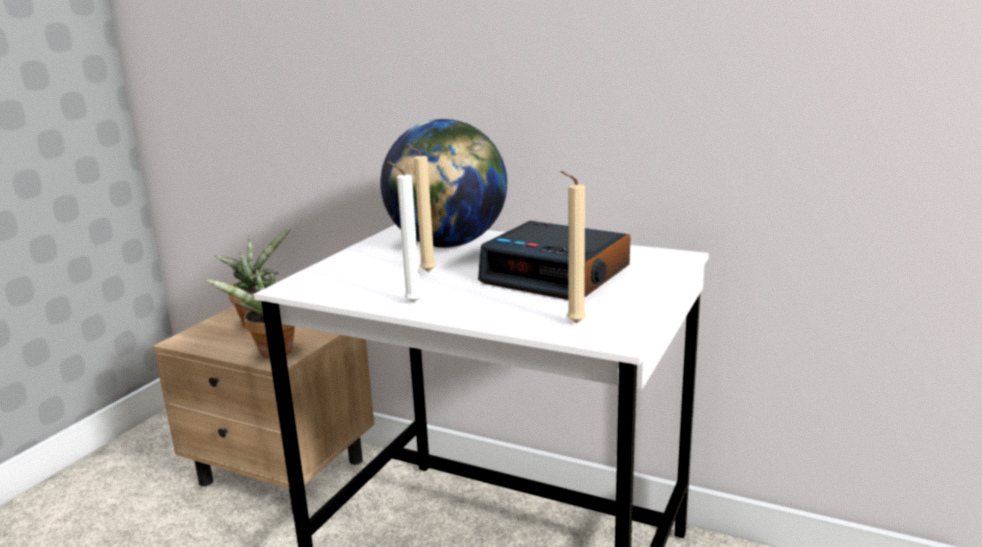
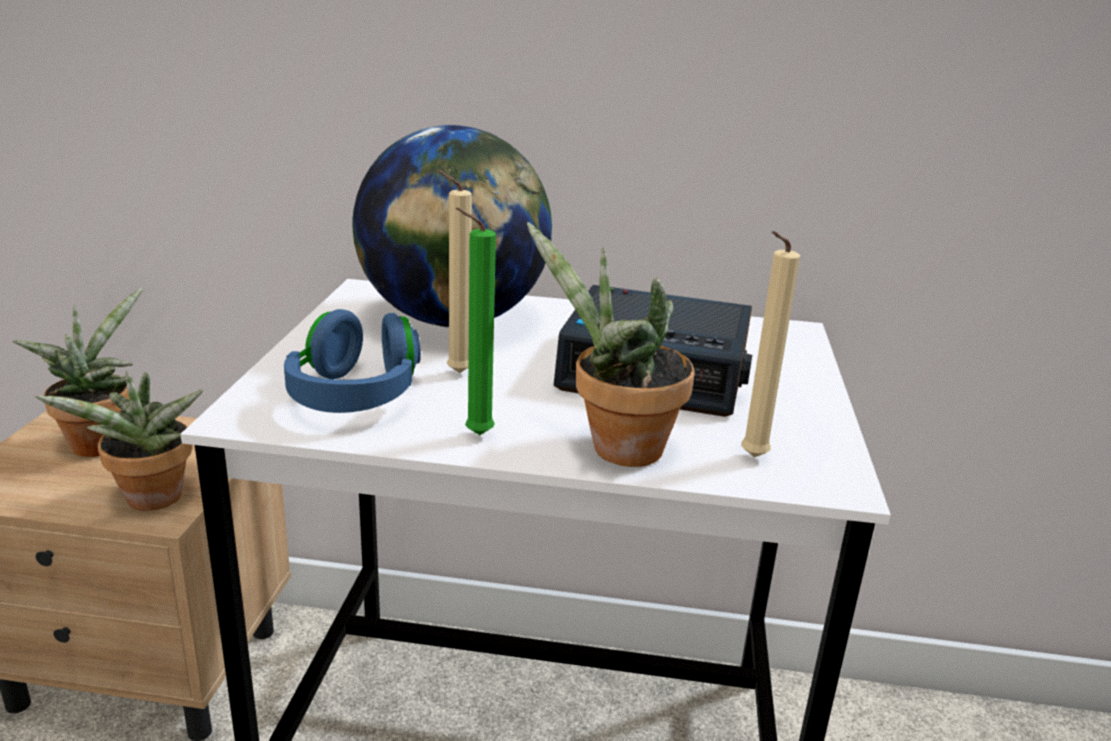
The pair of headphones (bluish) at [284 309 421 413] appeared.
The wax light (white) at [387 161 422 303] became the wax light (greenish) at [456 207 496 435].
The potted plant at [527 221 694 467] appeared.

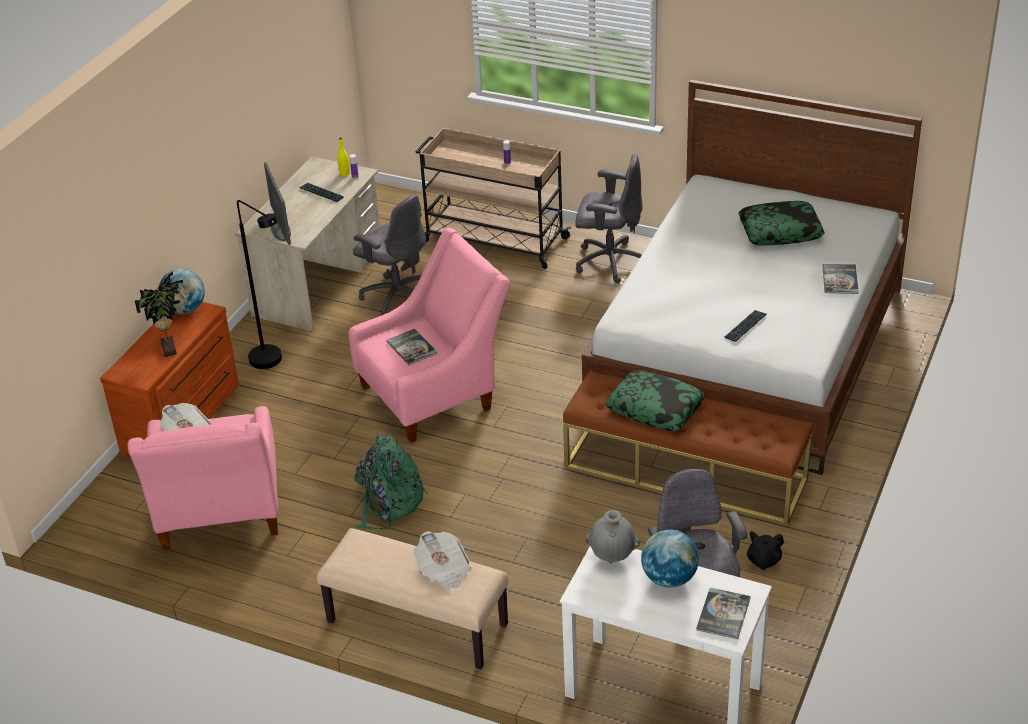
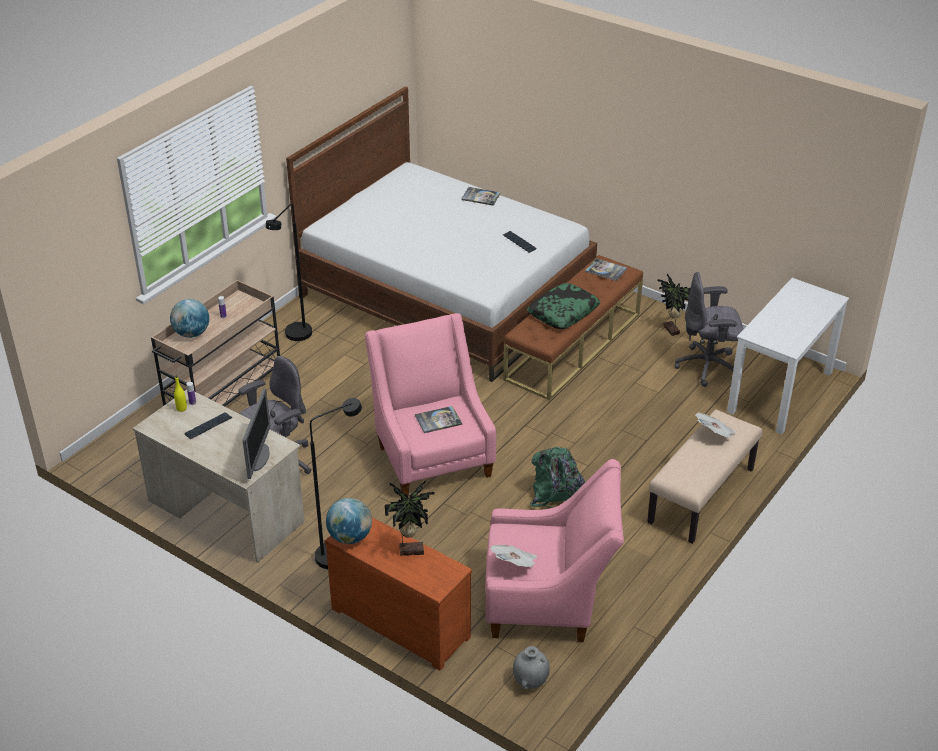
The world globe moved from [641 530 699 587] to [170 299 209 338].
The monitor at [264 162 291 245] turned 105 degrees clockwise.
The desk chair (grey) at [575 154 643 283] was replaced by the standing lamp (black) at [266 204 312 341].
The flower vase (grey) moved from [585 510 640 564] to [513 646 550 689].
The volume moved from [696 588 751 639] to [585 258 627 281].
The pot for tea (black) at [746 531 784 570] was replaced by the potted plant at [658 274 690 336].
The cushion at [739 201 824 246] disappeared.

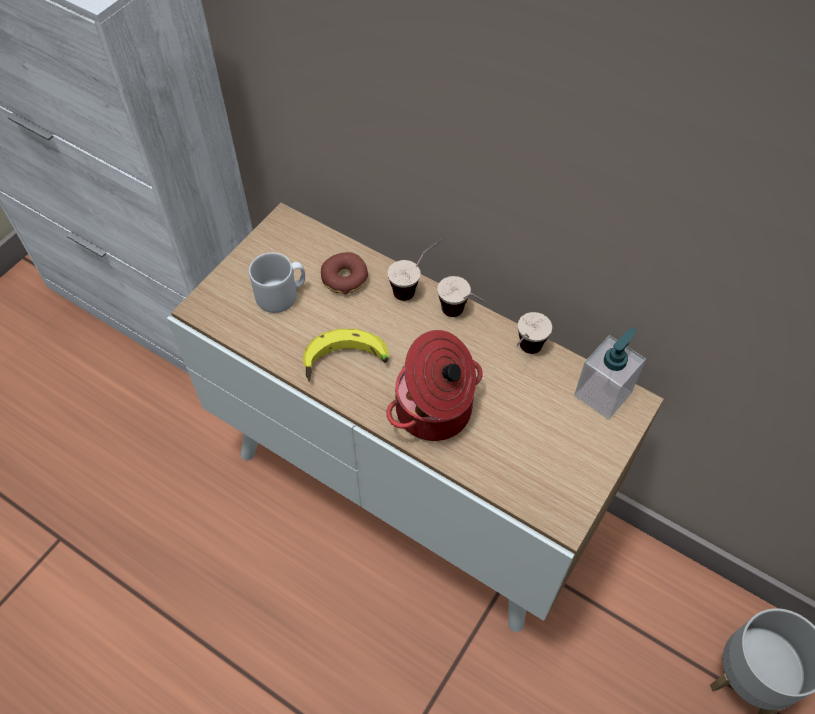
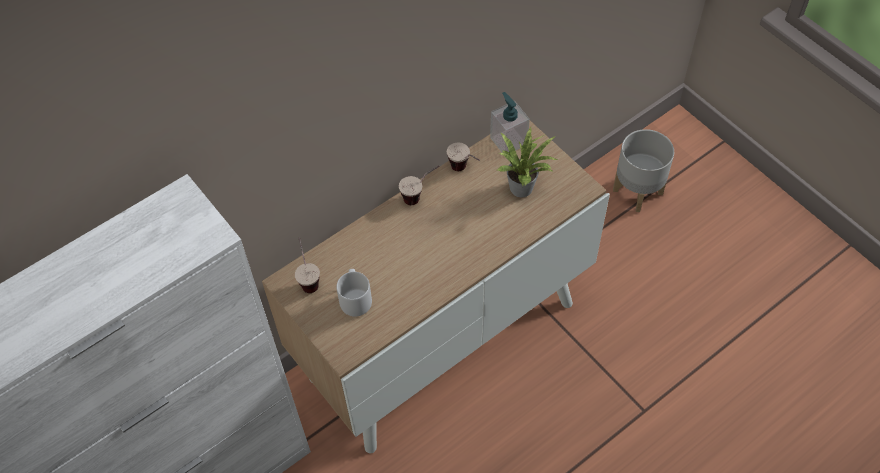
The cup moved from [388 239 441 301] to [295 237 320 293].
The potted plant at [497 127 557 197] appeared.
The banana fruit at [303 329 389 382] disappeared.
The donut at [321 252 368 294] disappeared.
The stockpot at [386 330 483 441] disappeared.

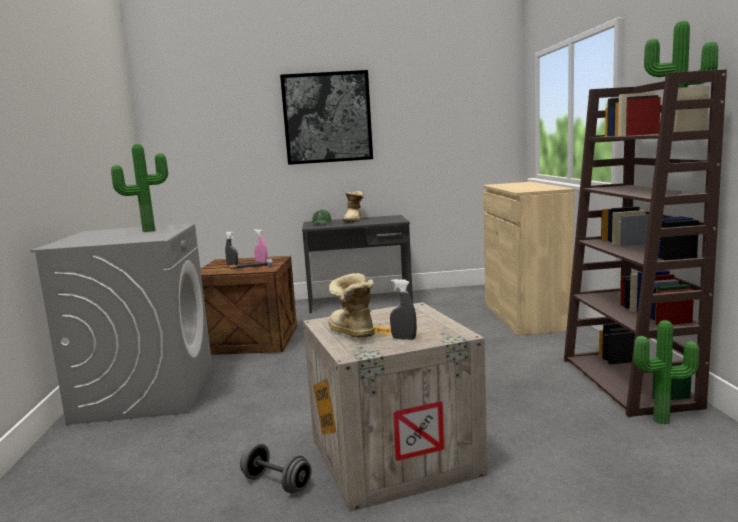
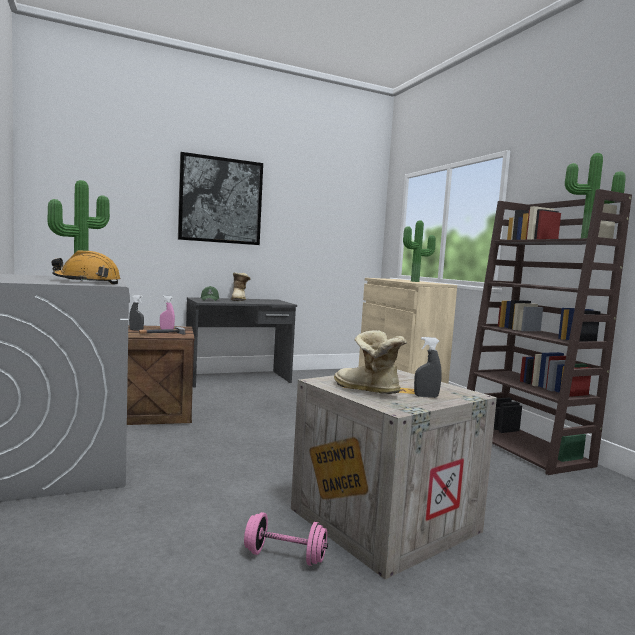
The hard hat (orange) at [51 251 121 284] appeared.
The free weight (grey) at [240 443 311 493] became the free weight (pink) at [244 512 328 566].
The potted plant moved from [633 320 699 424] to [403 220 436 282].

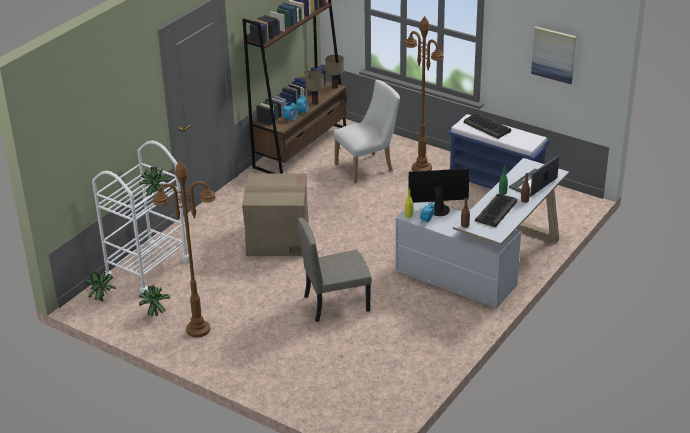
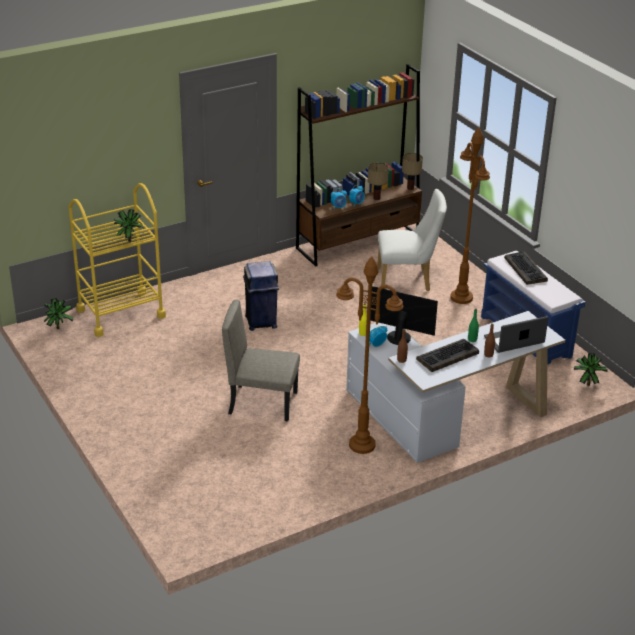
The wheeled cart (white) at [92 141 189 294] became the wheeled cart (yellow) at [68 183 166 337].
The carton at [242 173 309 256] was replaced by the waste bin (bluish) at [243 261 279 331].
The standing lamp (brown) moved from [153 160 216 338] to [336 257 403 454].
The potted plant moved from [139 285 170 316] to [574 353 608 386].
The wall picture at [531 26 576 84] disappeared.

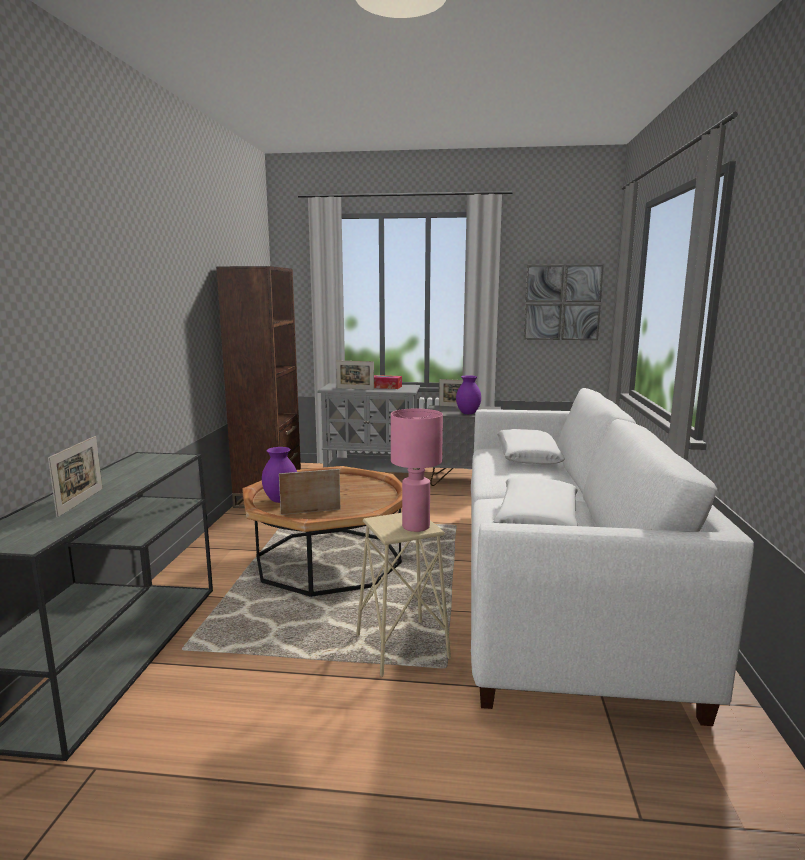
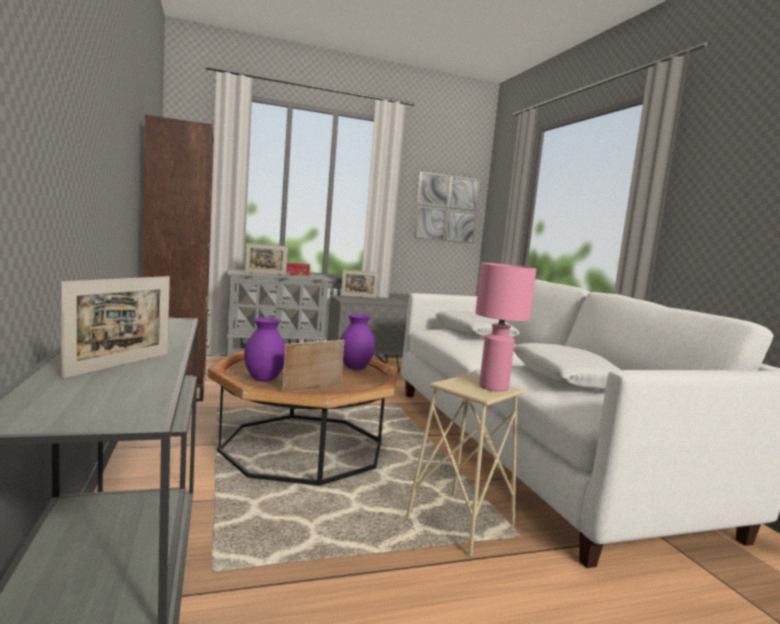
The picture frame at [48 436 102 517] turned 45 degrees clockwise.
The flower vase (purple-coloured) moved from [456 375 481 414] to [340 314 375 370].

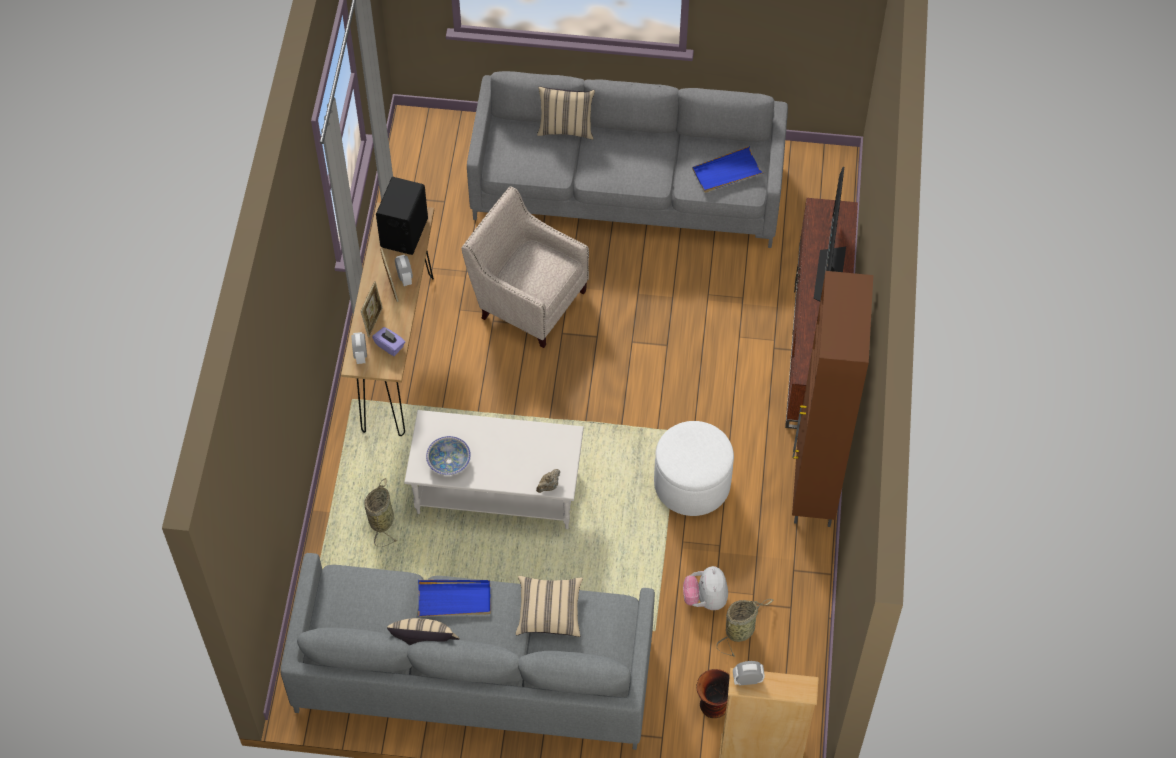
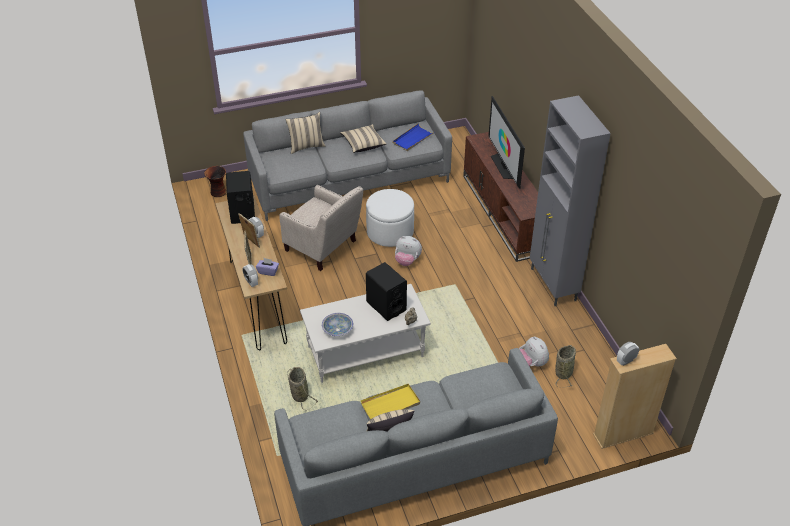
The flower vase moved from [697 669 730 718] to [204 166 227 197].
The easy chair (sand-coloured) at [462 186 589 348] turned 150 degrees counterclockwise.
The cushion (sand-coloured) moved from [516 576 583 637] to [340 124 387 153].
The carrying tray (bluish) at [418 580 491 617] became the carrying tray (yellow) at [361 384 420 419].
The ottoman (white) moved from [654 421 734 516] to [366 189 414 247].
The speaker (black) at [366 262 407 321] appeared.
The soft toy at [395 236 422 266] appeared.
The cabinet (brown) at [792 271 873 527] became the cabinet (grey) at [530 95 611 306].

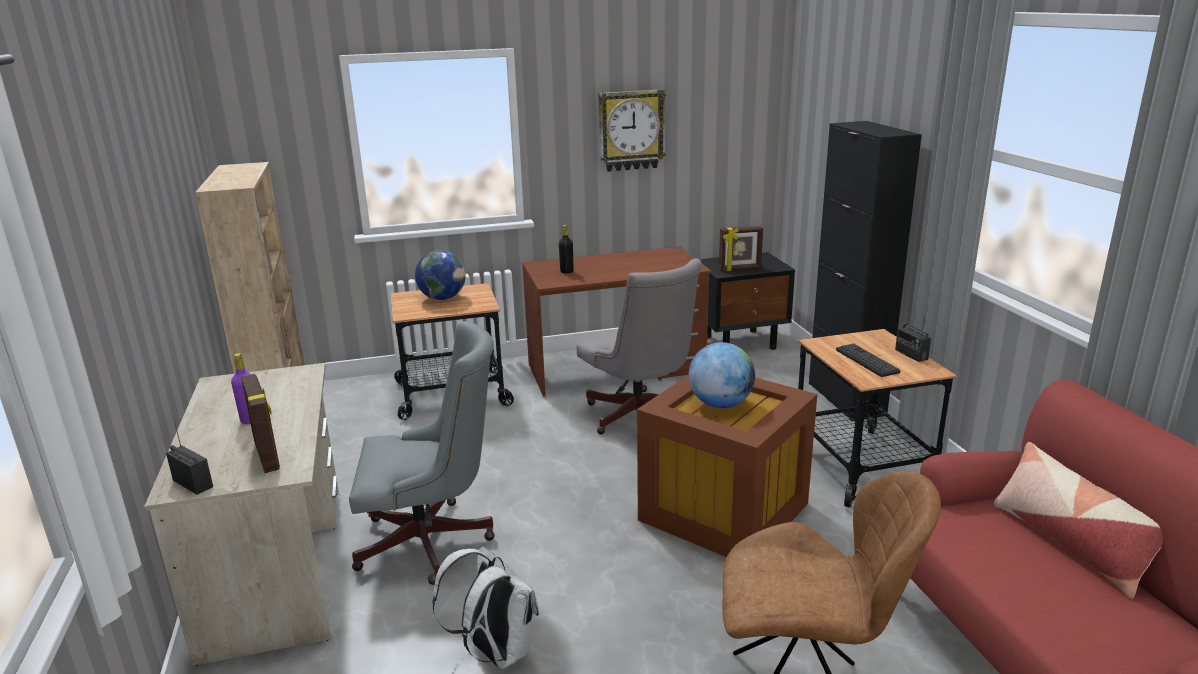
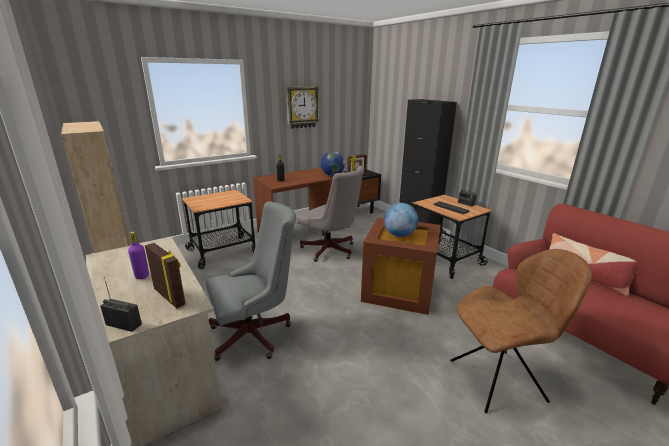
The world globe moved from [415 250 466 300] to [321 151 345 176].
The backpack (white) at [432 546 539 669] disappeared.

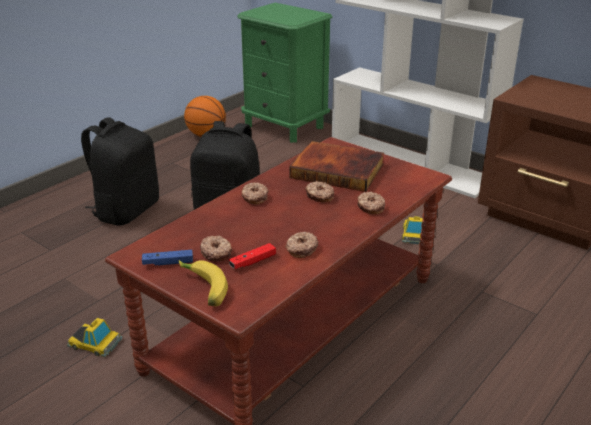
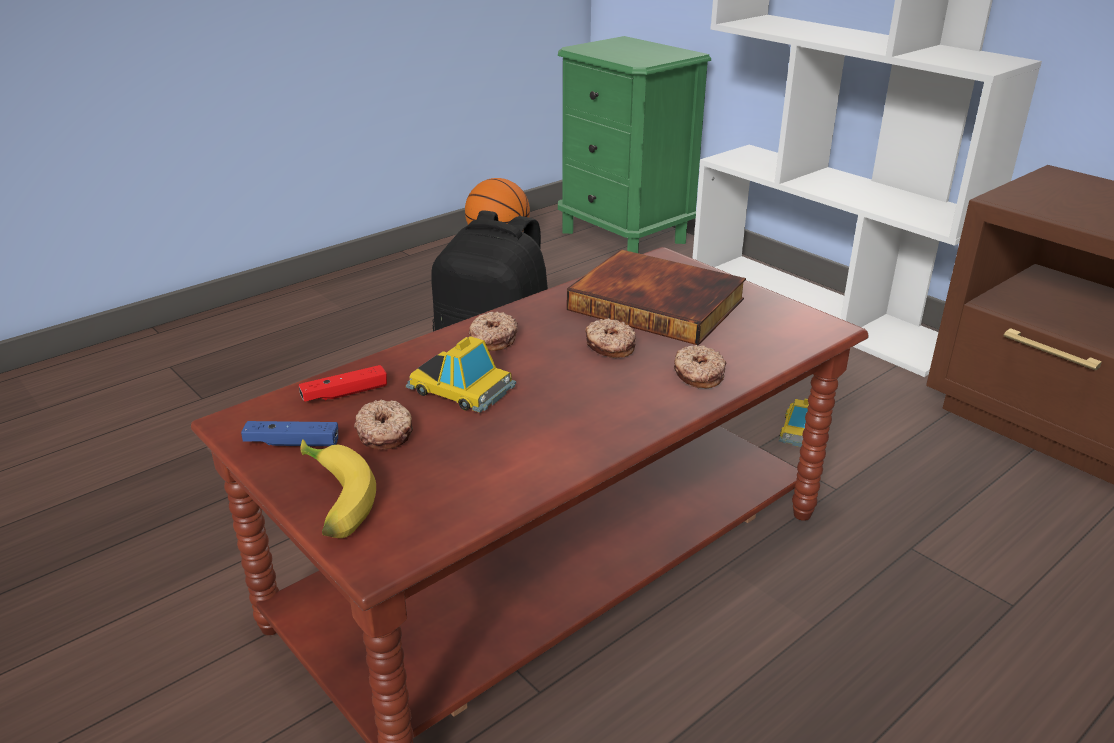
The gamepad (reddish) moved from [229 243 276 269] to [299 365 387 402].
The model car moved from [67 318 123 357] to [406 336 516 413].
The backpack (black) at [81 117 159 226] disappeared.
The donut at [285 232 319 258] disappeared.

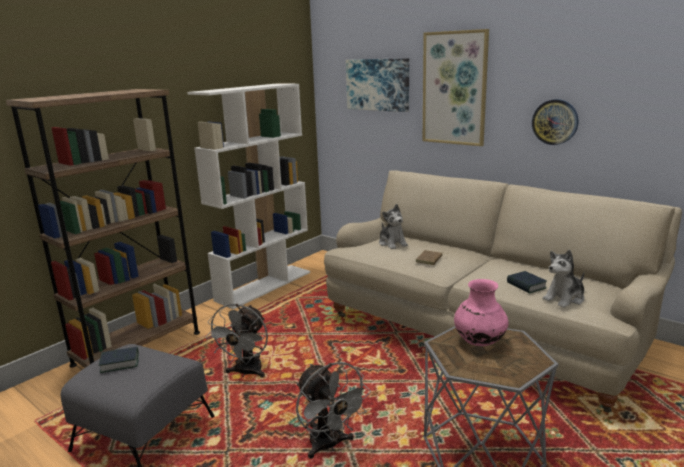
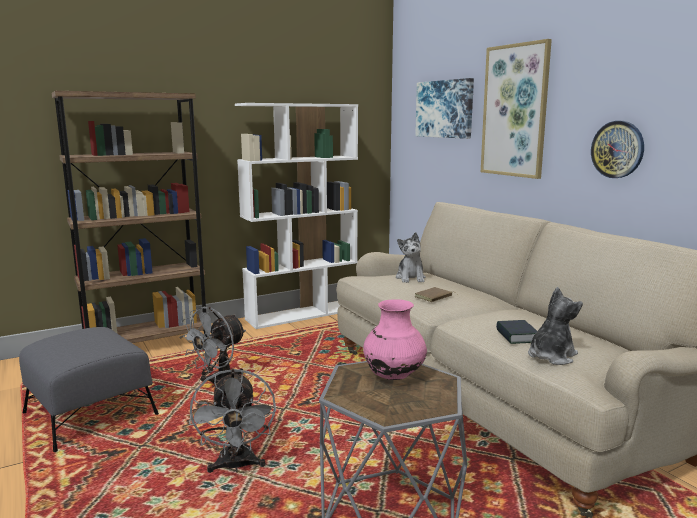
The soft toy at [543 250 584 308] turned 150 degrees clockwise.
The volume at [99 347 139 373] disappeared.

